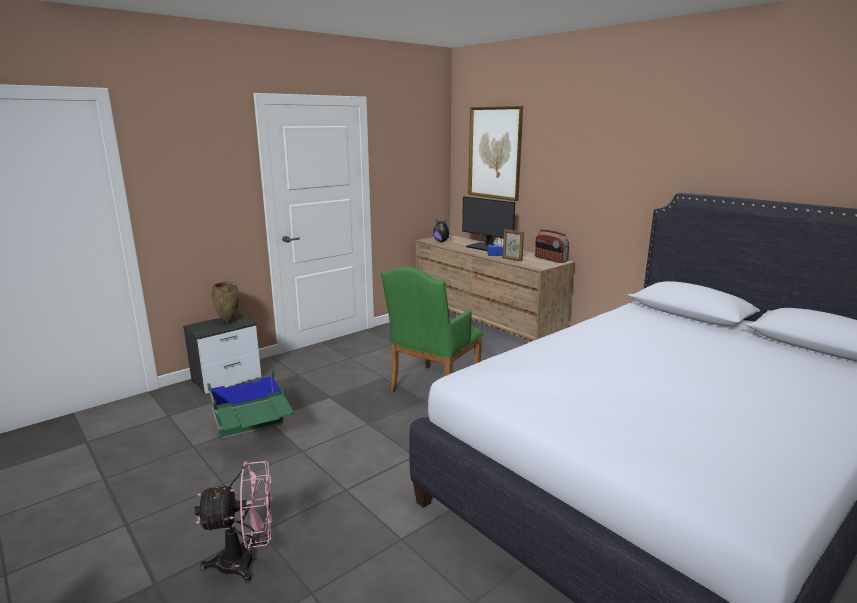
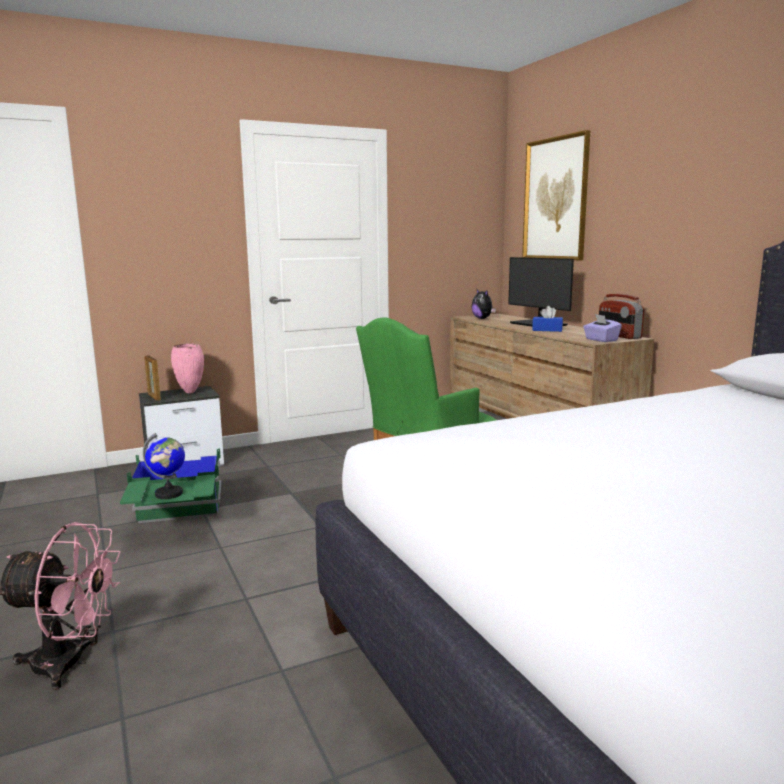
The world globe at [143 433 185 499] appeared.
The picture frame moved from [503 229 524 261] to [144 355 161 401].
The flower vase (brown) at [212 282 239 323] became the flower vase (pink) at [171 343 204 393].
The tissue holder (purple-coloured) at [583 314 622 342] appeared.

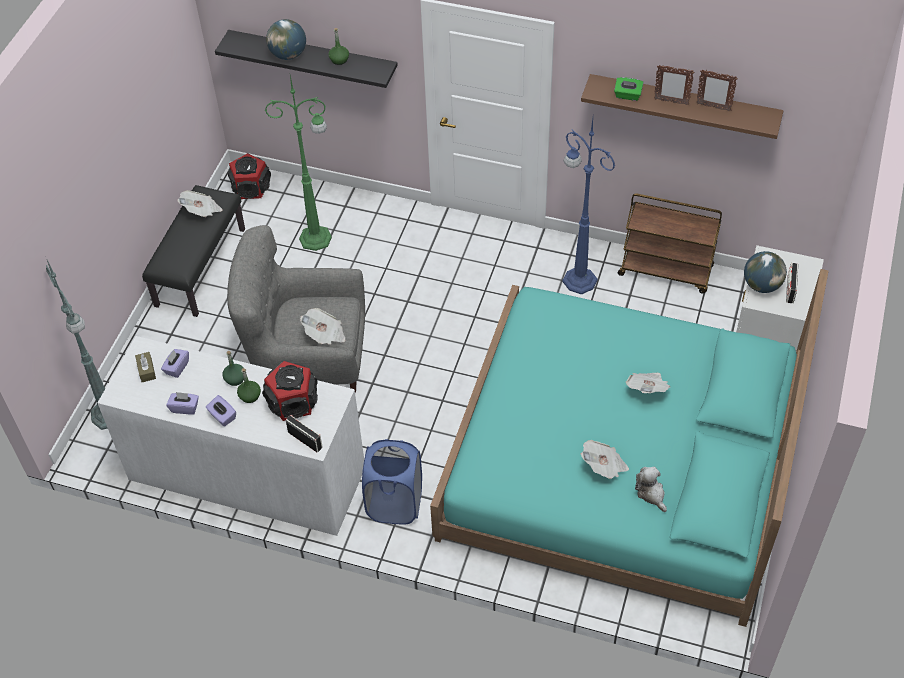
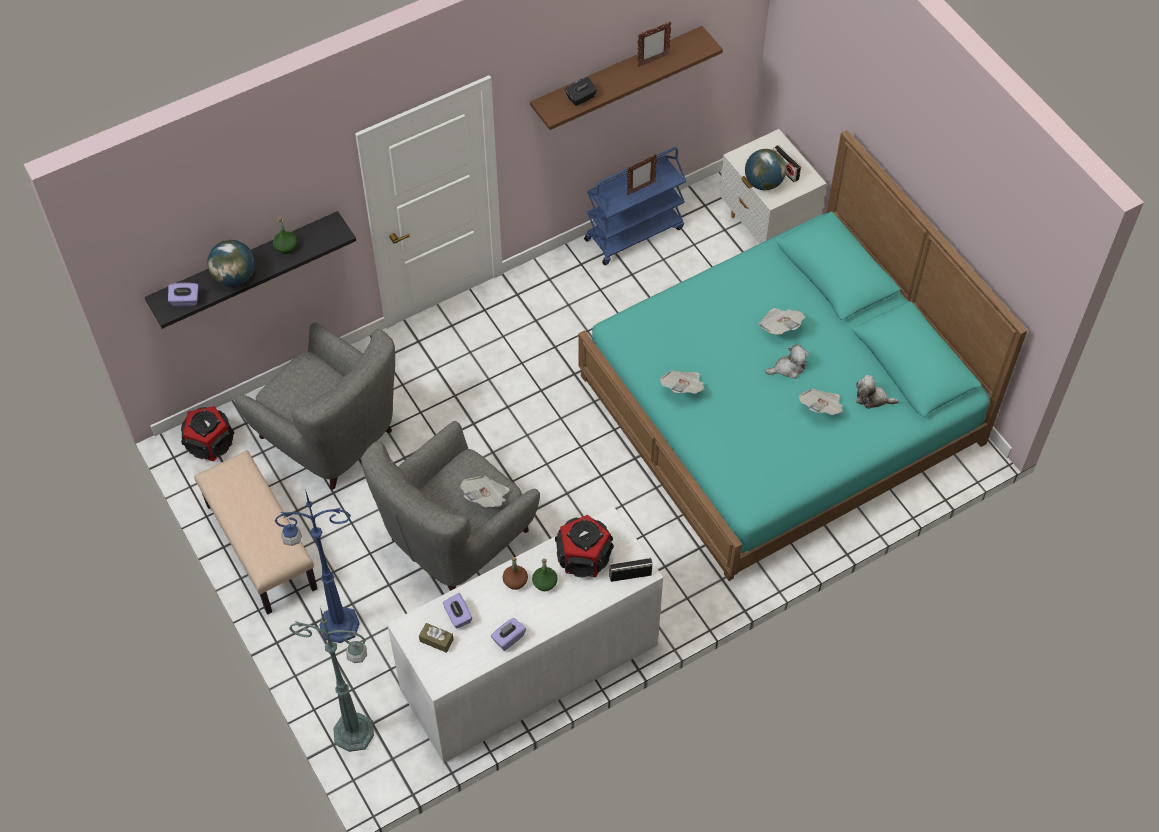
The tissue holder (purple-coloured) moved from [206 395 236 427] to [168 283 199 306].
The bench (black) at [142 185 245 317] became the bench (sand-coloured) at [194 450 318 614].
The standing lamp (greenish) at [265 76 332 251] was replaced by the easy chair (grey) at [234 323 395 490].
The standing lamp (bluish) moved from [562 119 615 295] to [275 489 360 643].
The drink bottle (greenish) at [222 351 244 386] became the drink bottle (brown) at [503 557 528 590].
The tissue holder (greenish) at [614 77 643 101] became the tissue holder (black) at [565 77 597 106].
The wheeled cart (brown) at [618 193 722 293] became the wheeled cart (bluish) at [584 147 686 265].
The picture frame moved from [654 65 694 105] to [627 154 657 195].
The printed paper moved from [177 190 223 217] to [660 370 705 394].
The soft toy at [765 344 809 379] appeared.
The washing basket (bluish) at [362 439 422 525] disappeared.

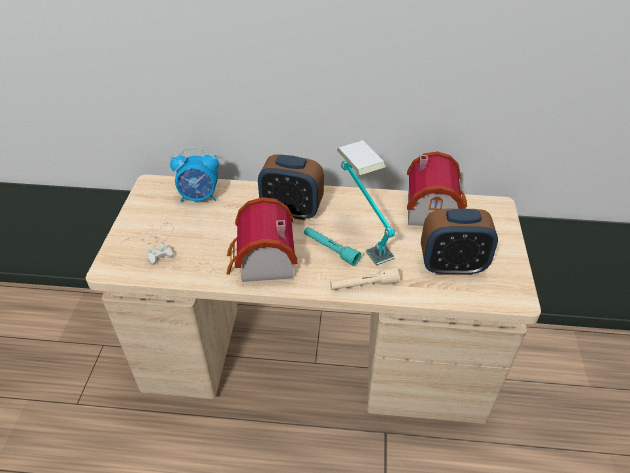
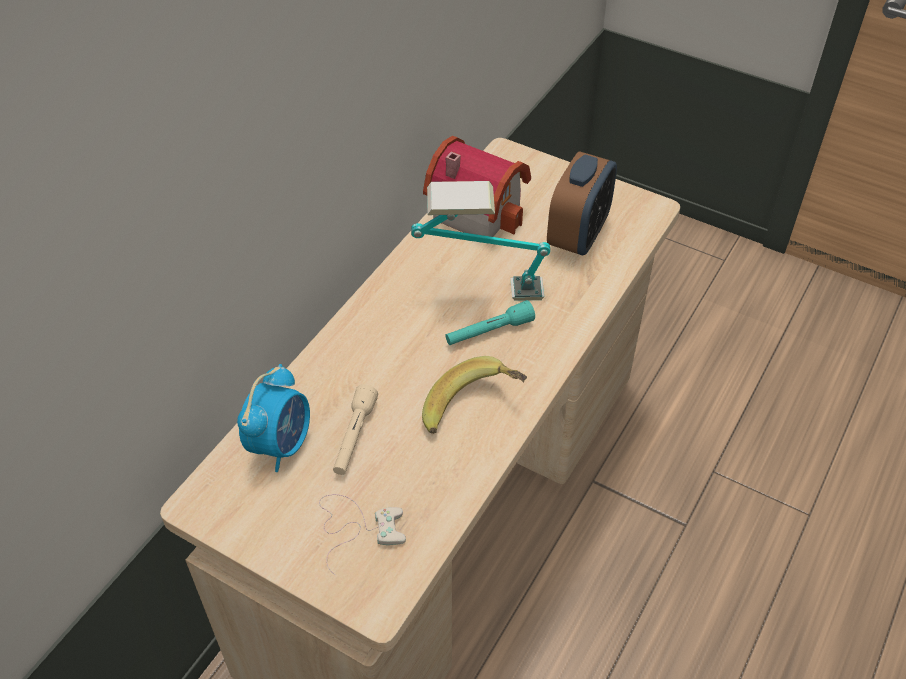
The hand torch (sand-coloured) moved from [330 267 400 290] to [333 384 378 475].
The miniature house at [226 197 298 282] was replaced by the banana fruit at [422 356 527 434].
The table clock at [258 154 324 220] disappeared.

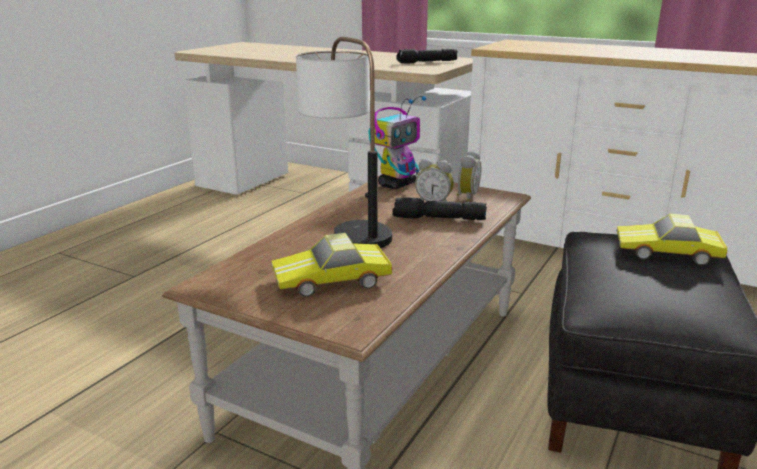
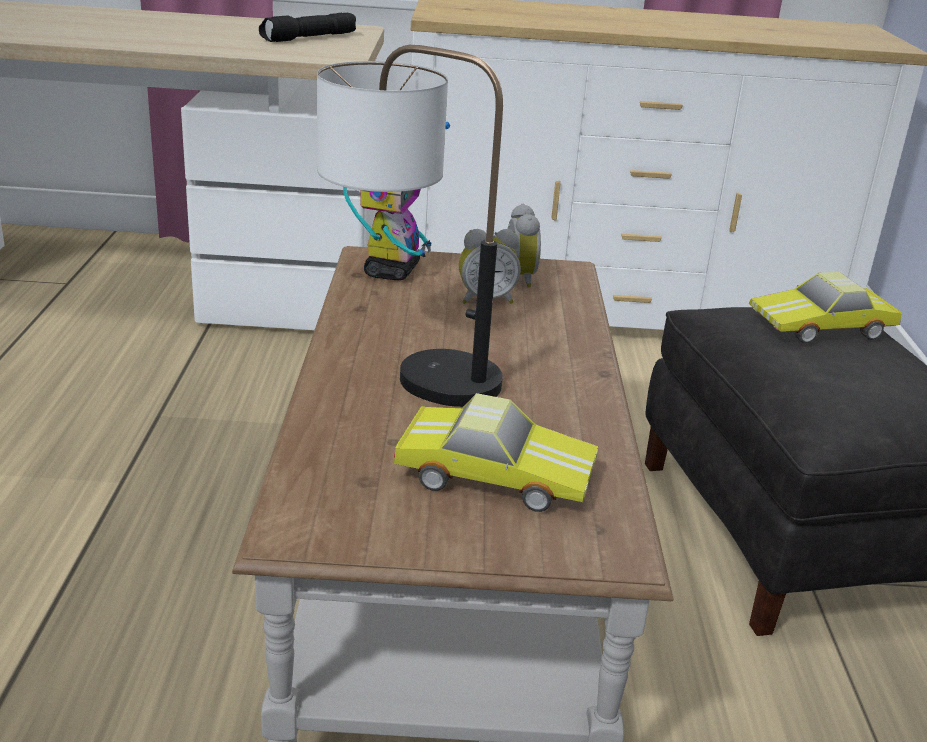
The model car at [271 233 392 297] turned 120 degrees counterclockwise.
The hand torch (black) at [392 197 487 220] disappeared.

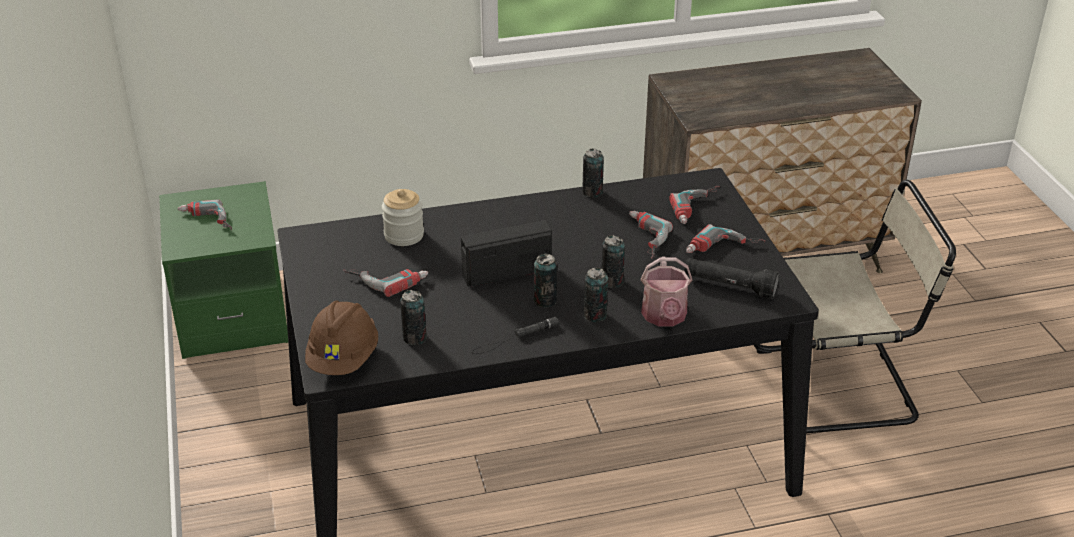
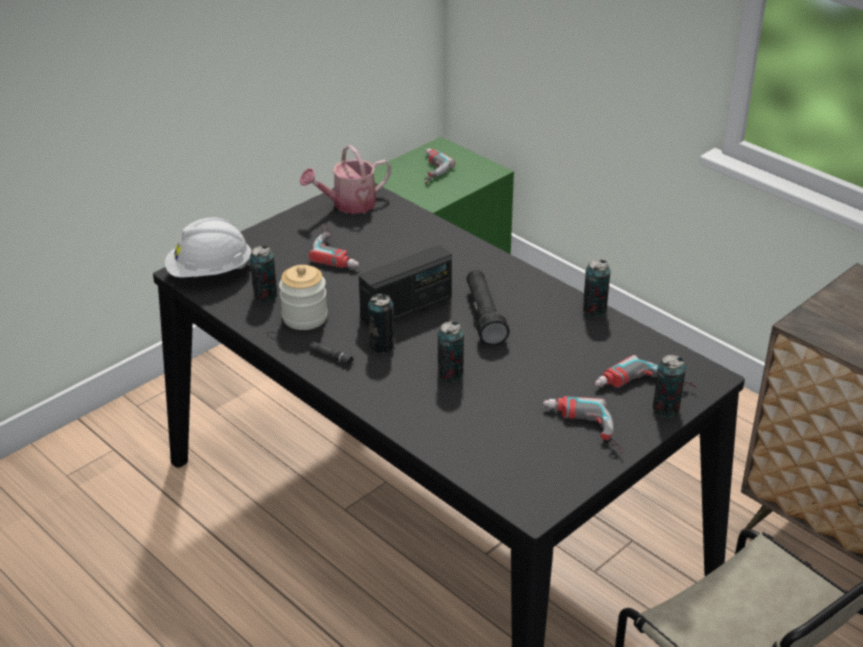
The hard hat (brown) at [305 301 378 375] became the hard hat (white) at [165 217 251 278].
The preserve jar moved from [382 189 424 246] to [279 265 328 330].
The watering pot moved from [641 256 693 326] to [300 145 391 214].
The radio at [461 220 552 287] turned 105 degrees clockwise.
The hand torch (black) moved from [684 258 779 299] to [467 270 510 345].
The can moved from [584 268 608 322] to [652 355 686 417].
The power drill at [629 211 673 259] disappeared.

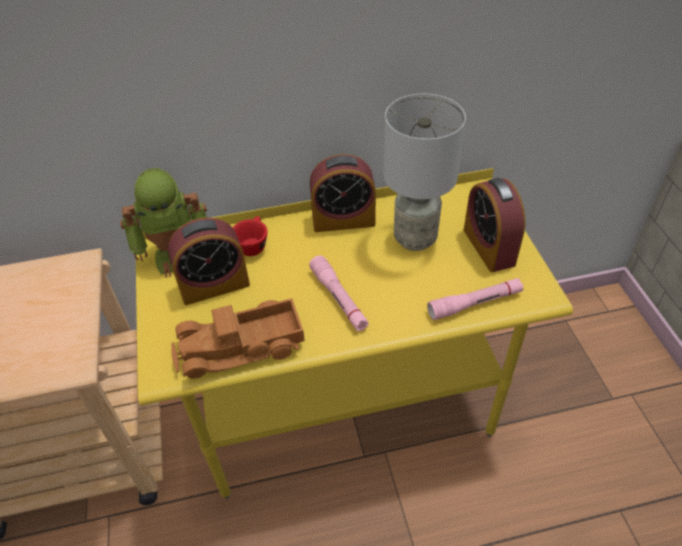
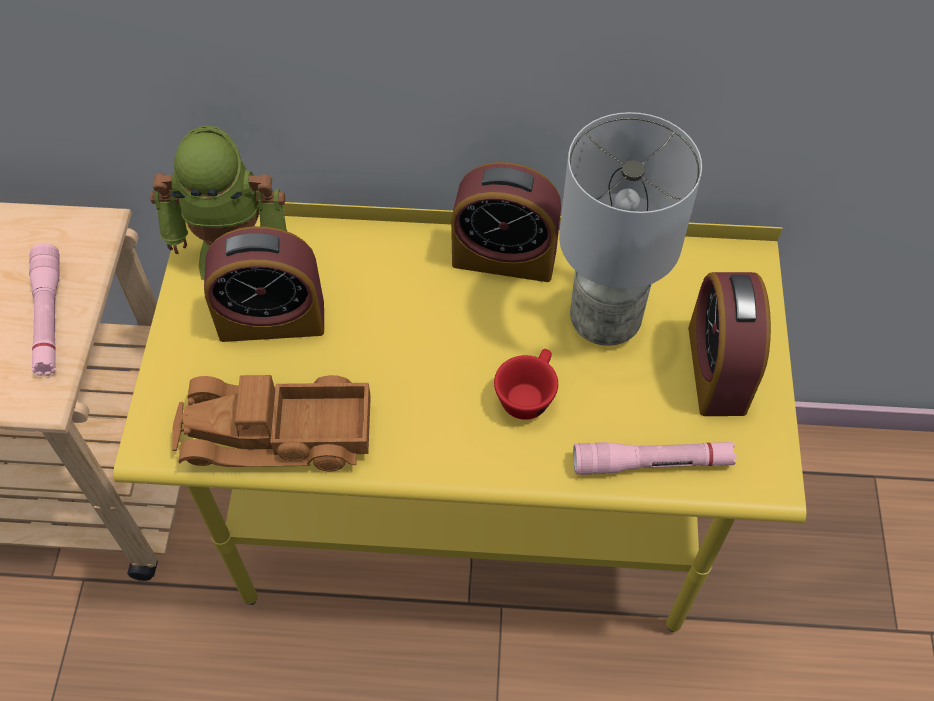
The hand torch (pink) moved from [309 255 369 332] to [29 243 60 376].
The cup (reddish) moved from [233 216 268 256] to [494 349 558 420].

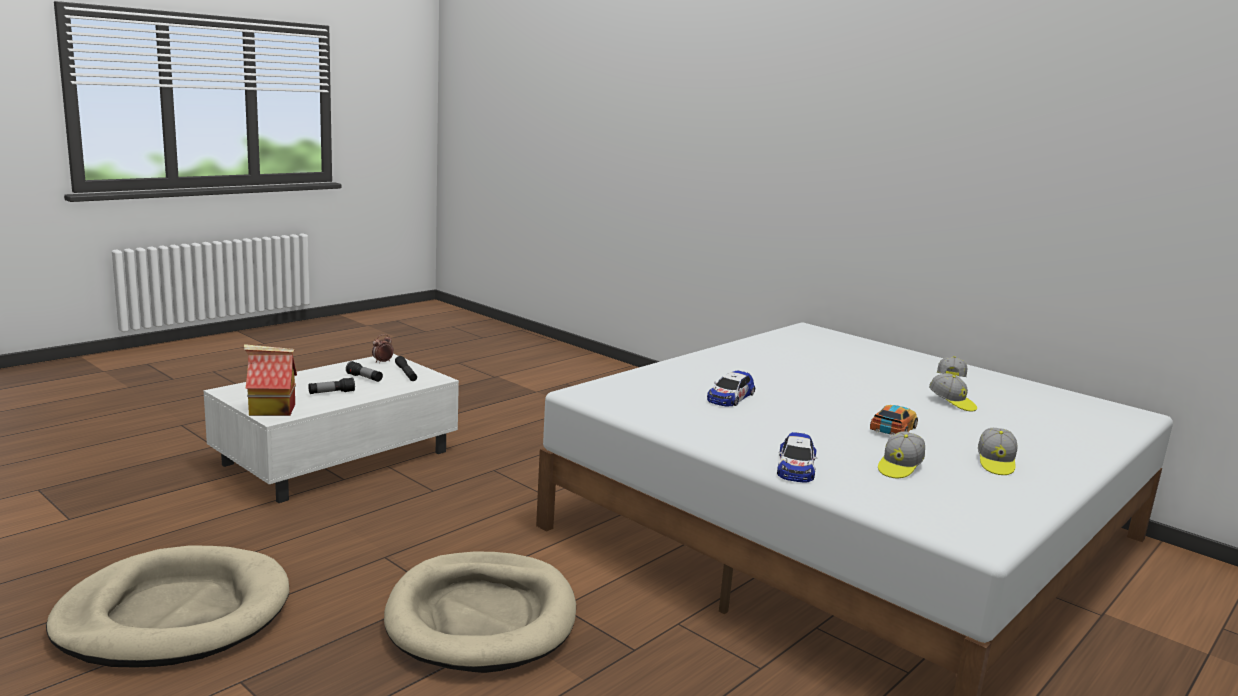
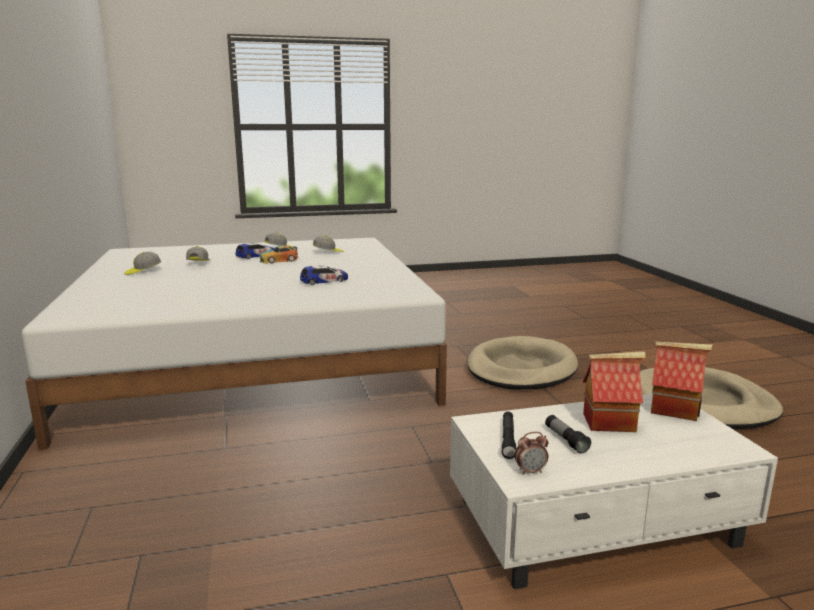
The model car moved from [777 432 817 482] to [235 242 274 259].
The hand torch at [308 377 355 394] was replaced by the miniature house at [583 351 646 432].

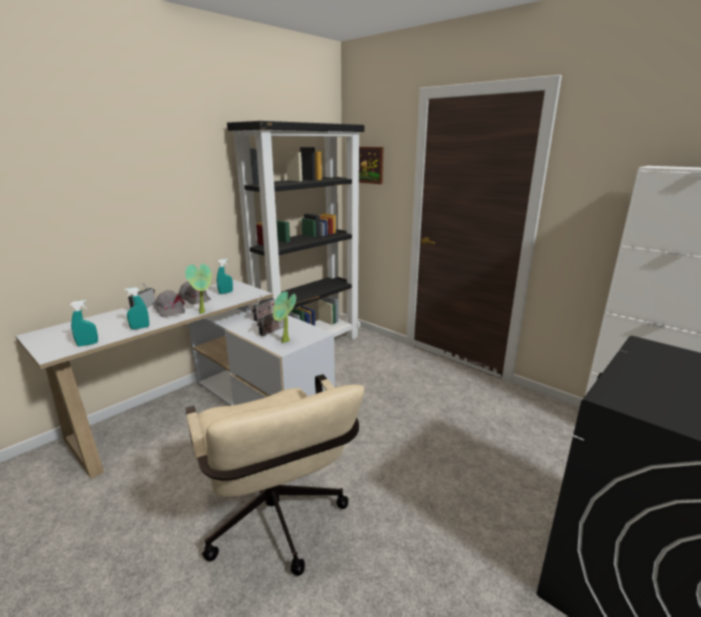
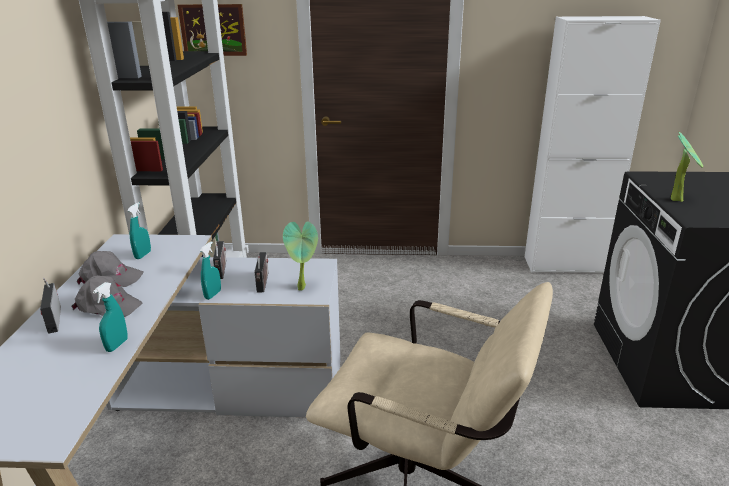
The sprayer (turquoise-coloured) moved from [70 300 98 346] to [200 241 221 300].
The potted plant moved from [185 263 212 314] to [671 132 703 202].

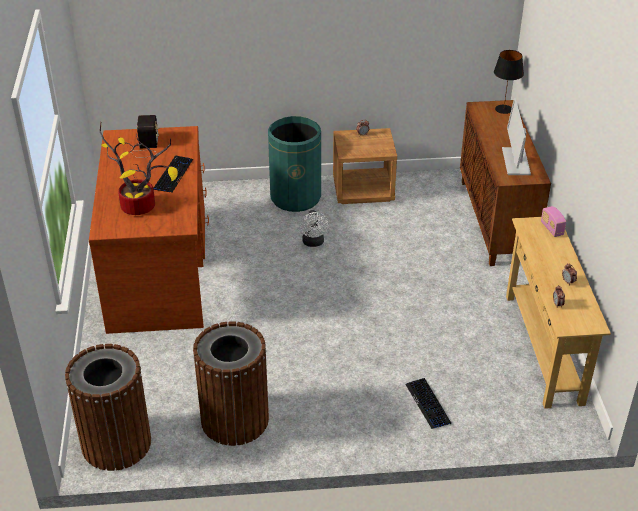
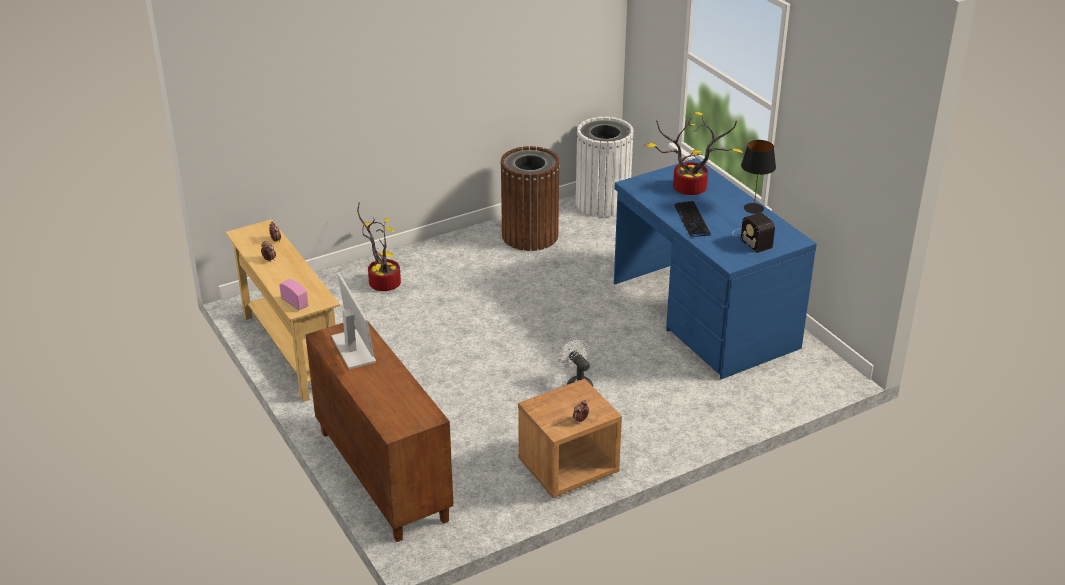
The keyboard at [405 378 451 429] was replaced by the potted plant at [357 202 401 291].
The waste bin (brown) at [65 344 151 471] became the waste bin (white) at [576 117 634 217].
The desk (brown) at [89 126 209 334] became the desk (bluish) at [614 158 817 379].
The table lamp (black) moved from [494 50 524 114] to [741 140 776 214].
The waste bin (greenish) at [268 116 321 212] disappeared.

